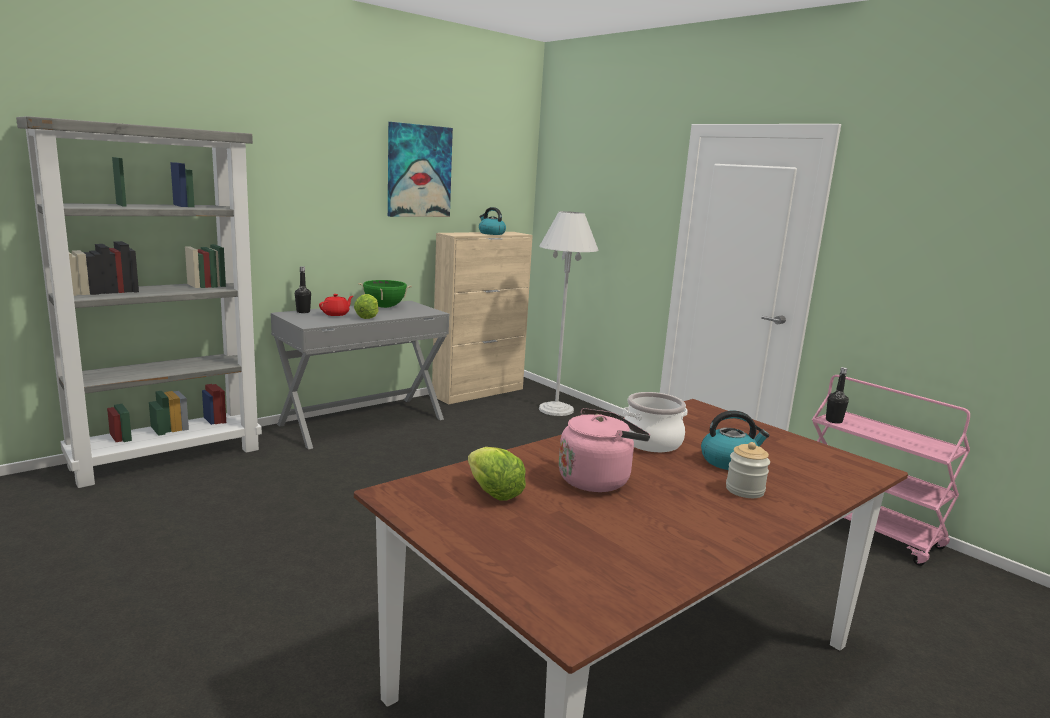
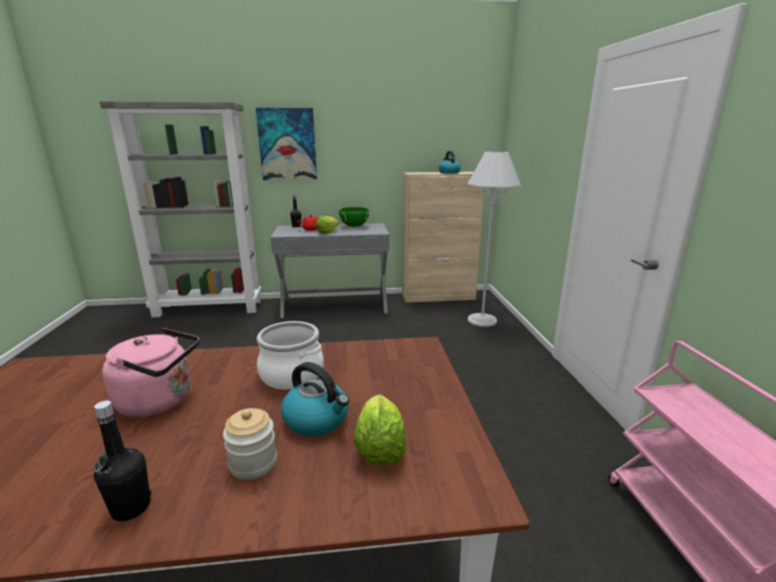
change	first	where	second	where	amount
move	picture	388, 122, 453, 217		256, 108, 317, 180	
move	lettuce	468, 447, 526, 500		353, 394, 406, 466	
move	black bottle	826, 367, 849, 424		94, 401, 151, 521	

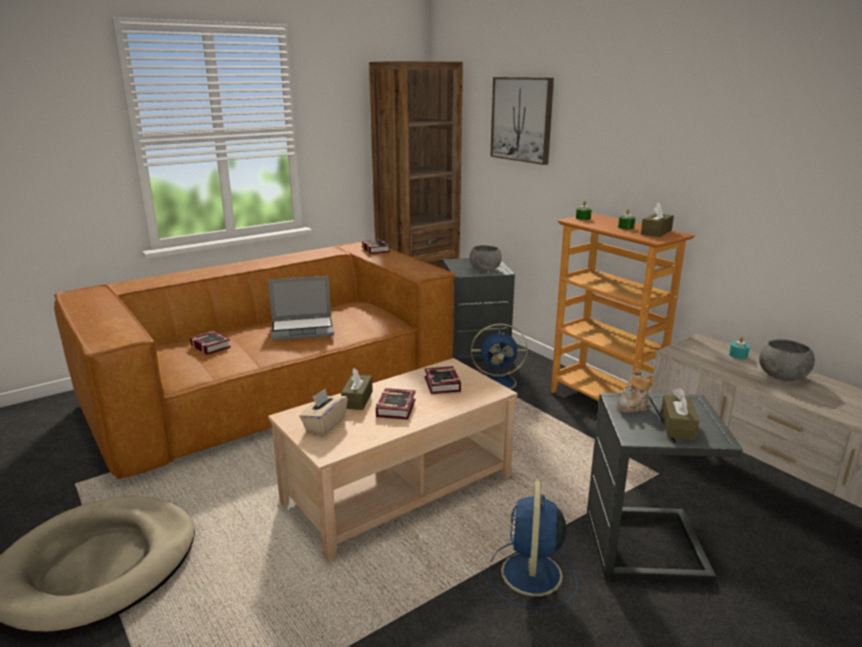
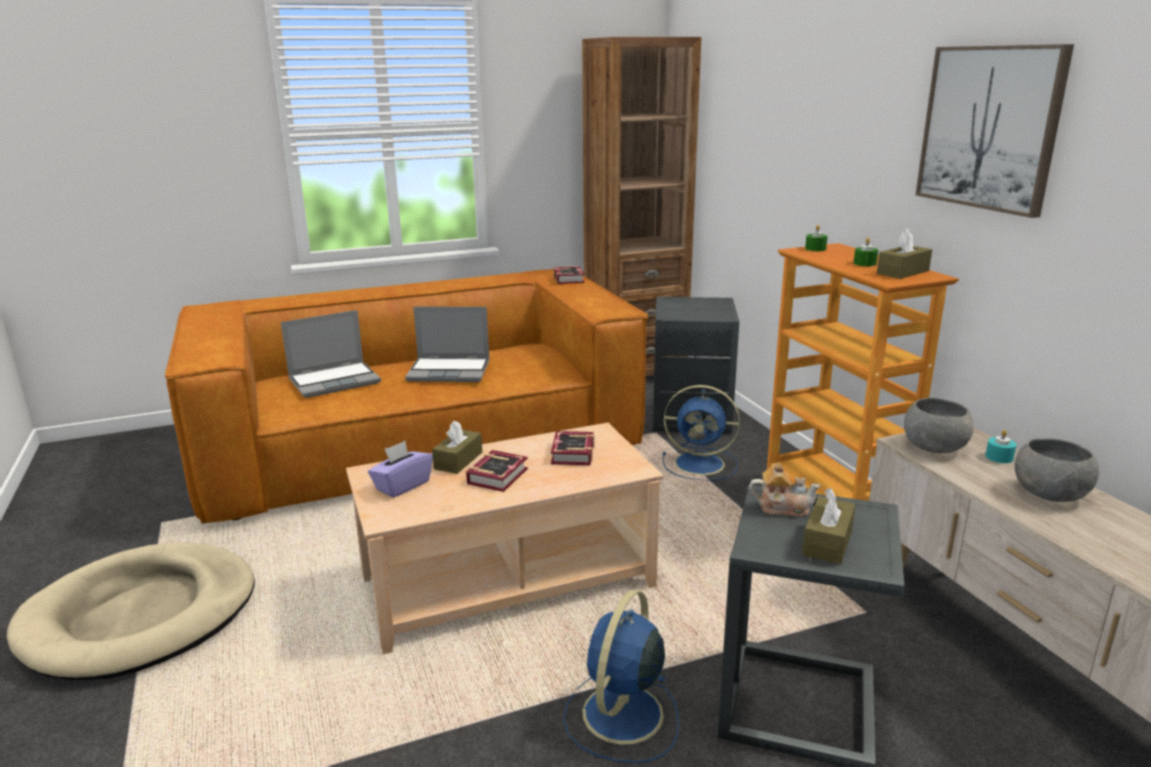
change	first	where	second	where	amount
move	grey bowl	470, 245, 502, 271		904, 398, 974, 453	
move	picture	490, 77, 554, 165		916, 44, 1074, 218	
replace	book	190, 331, 231, 355	laptop	281, 310, 381, 398	
recolor	beige tissue box	299, 389, 348, 435	purple tissue box	368, 441, 433, 498	
rotate	teapot	616, 369, 652, 413		749, 462, 821, 517	150 degrees counterclockwise

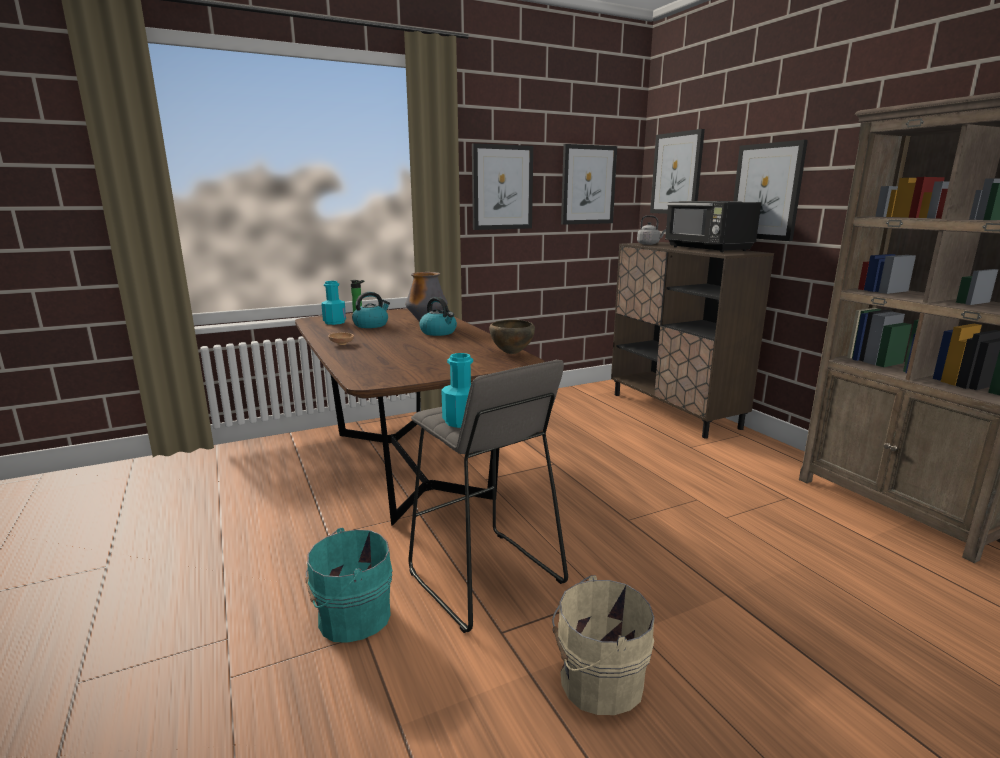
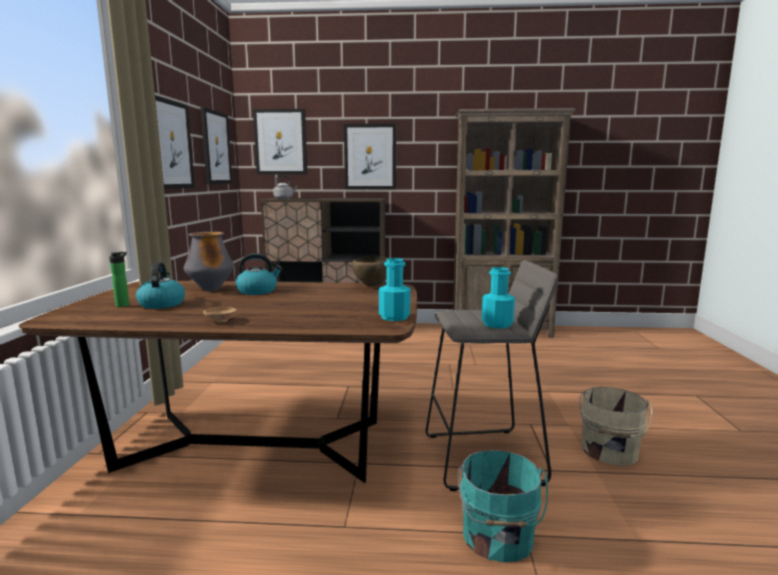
change	first	where	second	where	amount
delete	black microwave	665, 201, 761, 252			
move	turquoise bottle	321, 281, 346, 325		379, 258, 411, 321	

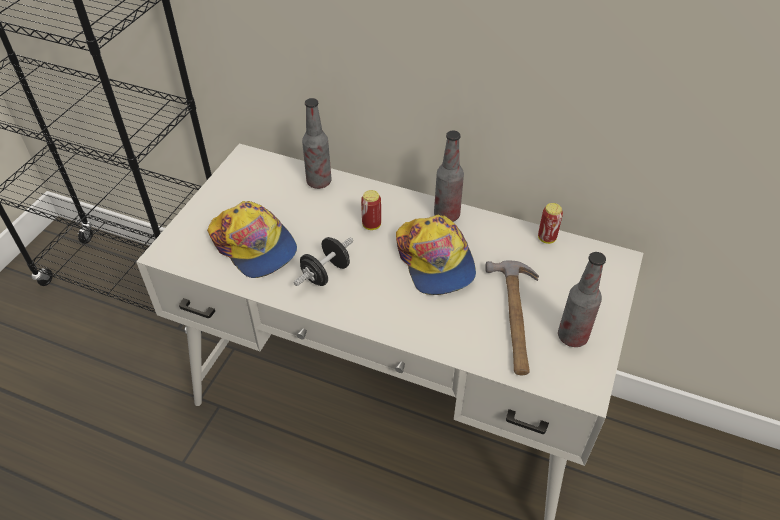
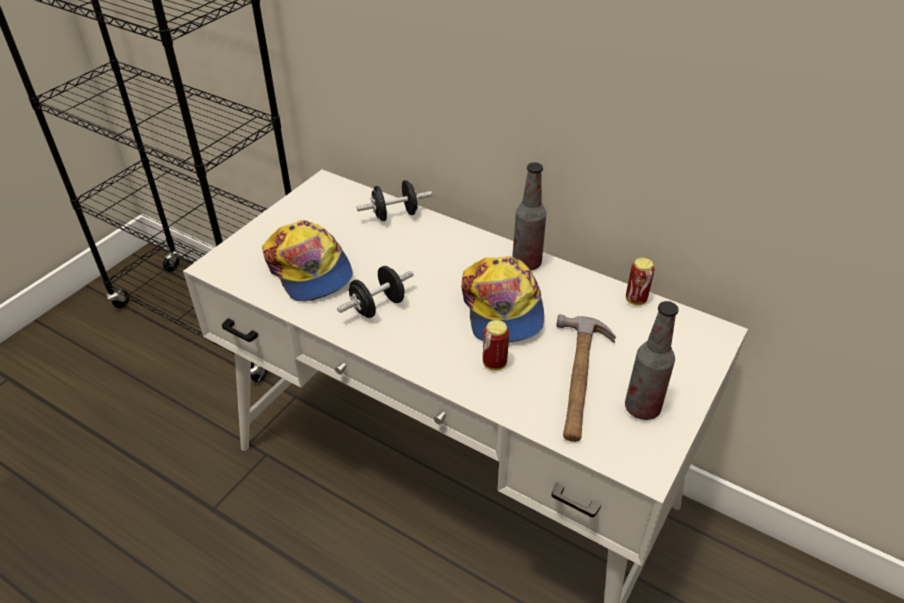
change	first	where	second	where	amount
move	can	361, 190, 381, 230		483, 320, 509, 370	
replace	bottle	302, 98, 332, 189	black dumbbell	357, 180, 432, 221	

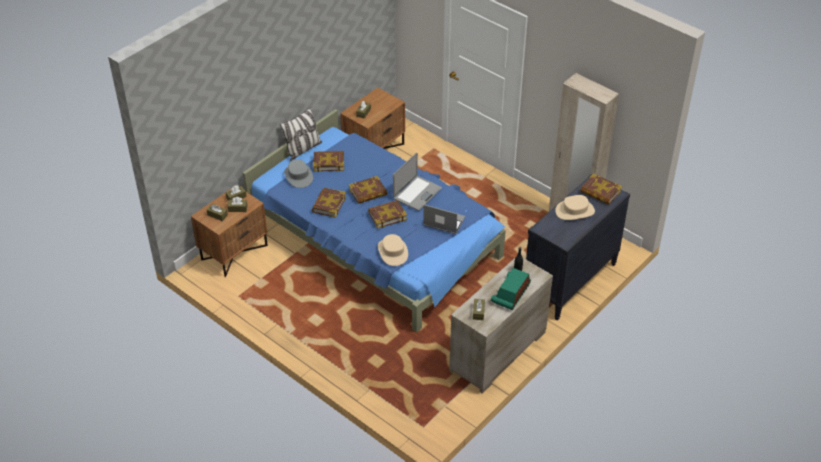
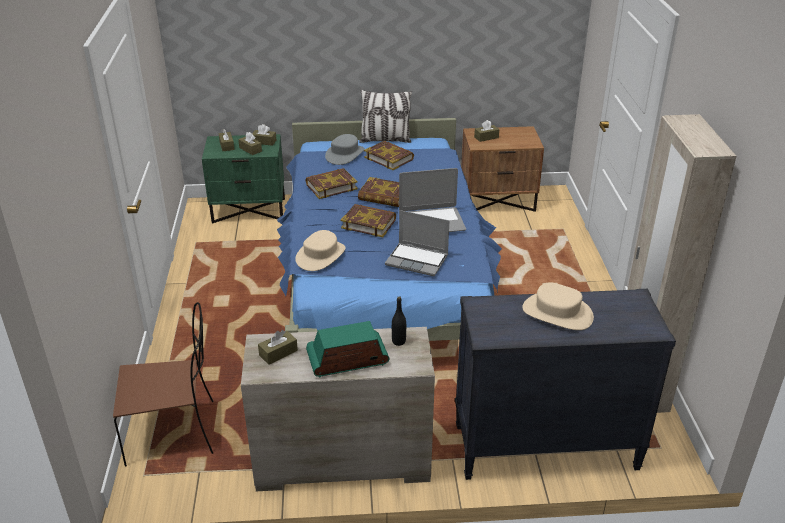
change	first	where	second	where	amount
delete	book	580, 174, 622, 205			
insert			brown chair	113, 302, 213, 467	
recolor	brown nightstand	191, 190, 268, 277	green nightstand	202, 134, 285, 224	
rotate	laptop	423, 205, 465, 234		385, 210, 449, 276	135 degrees clockwise

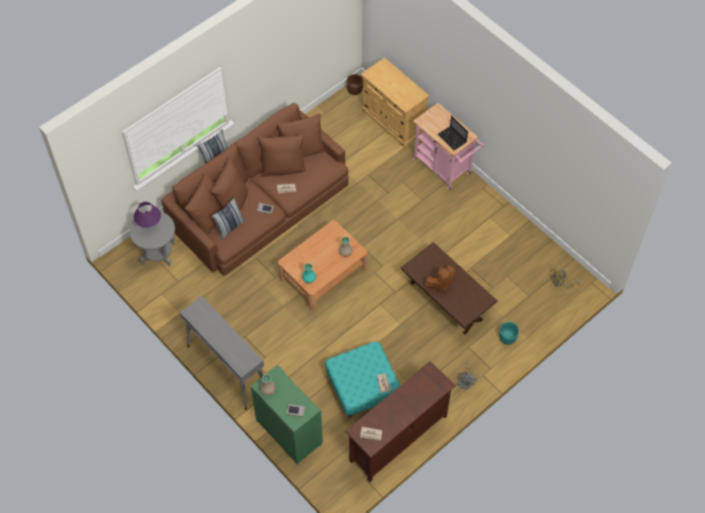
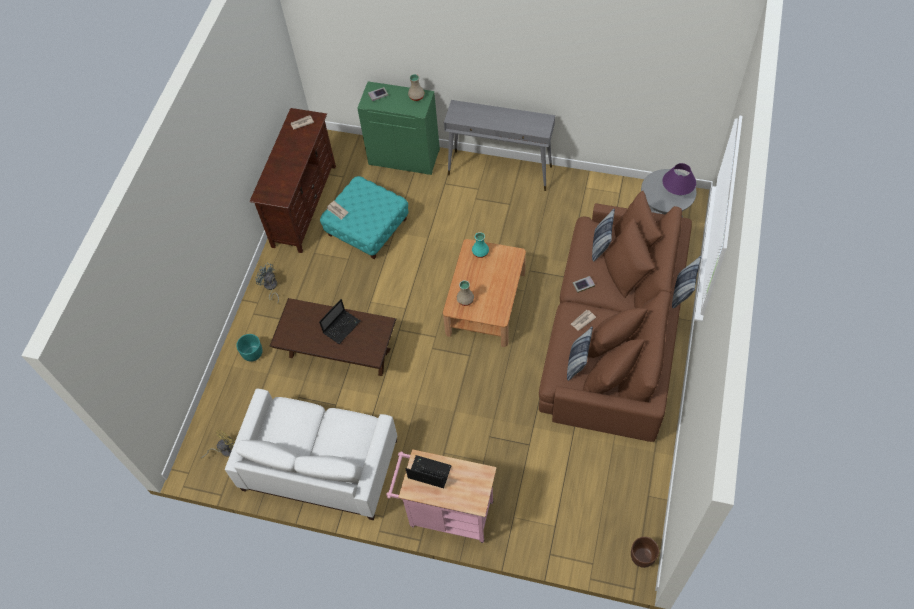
change	first	where	second	where	amount
delete	beige cabinet	361, 57, 429, 148			
insert			white sofa	225, 389, 397, 520	
insert			pillow	567, 326, 593, 381	
replace	brown plush toy	424, 266, 456, 291	laptop	319, 299, 361, 344	

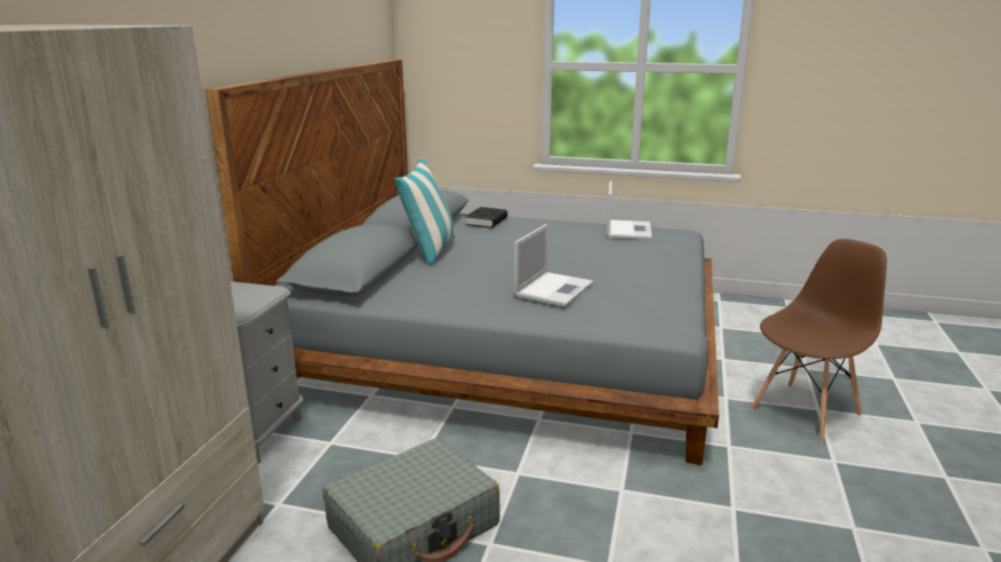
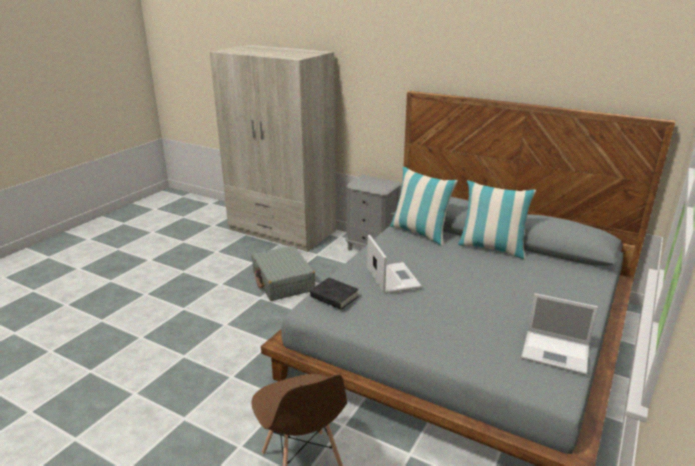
change	first	where	second	where	amount
insert			pillow	390, 167, 458, 246	
move	black book	465, 207, 507, 228		310, 278, 359, 309	
rotate	laptop	514, 224, 593, 307		367, 235, 422, 294	150 degrees counterclockwise

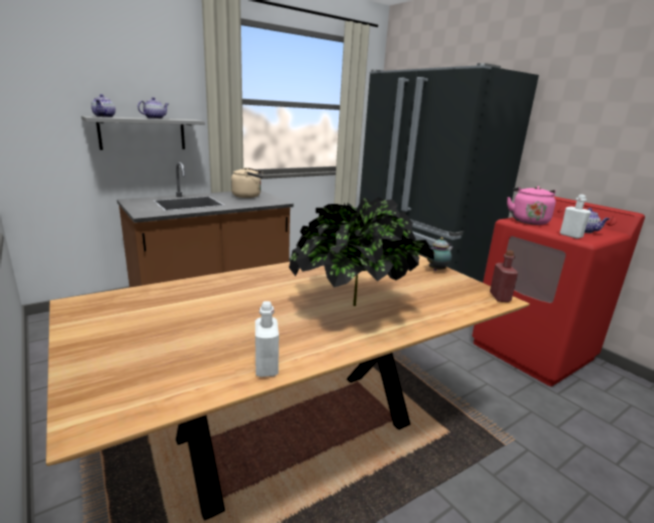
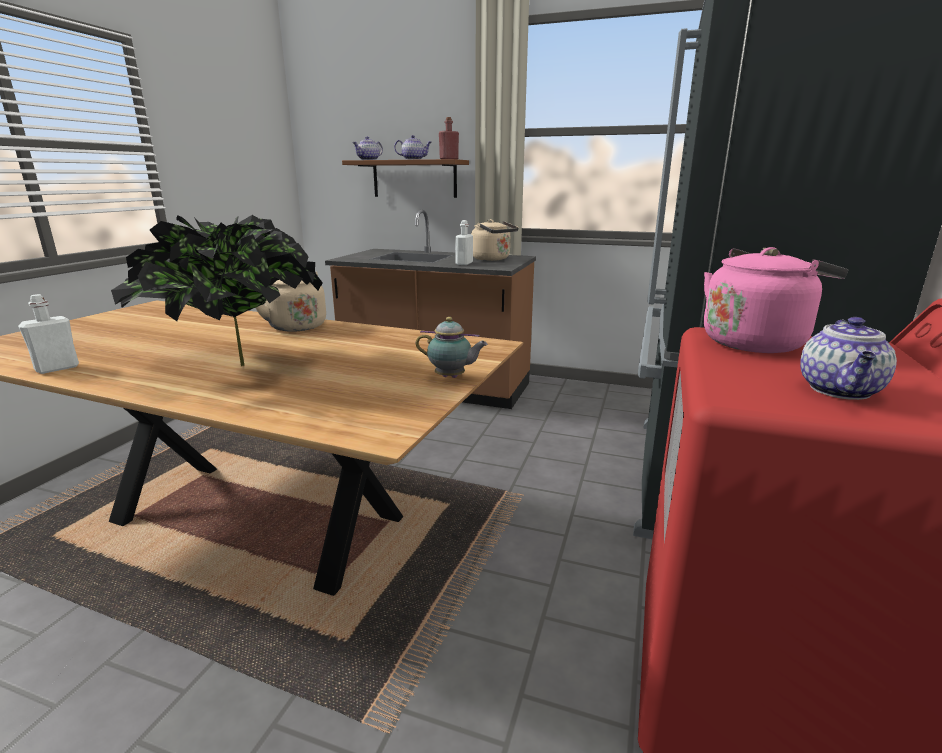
change	first	where	second	where	amount
insert			beige kettle	256, 271, 326, 332	
move	red bottle	490, 250, 518, 302		439, 117, 459, 159	
move	white bottle	560, 194, 591, 239		455, 220, 473, 265	
recolor	grey shelf	81, 116, 205, 150	brown shelf	342, 159, 469, 198	

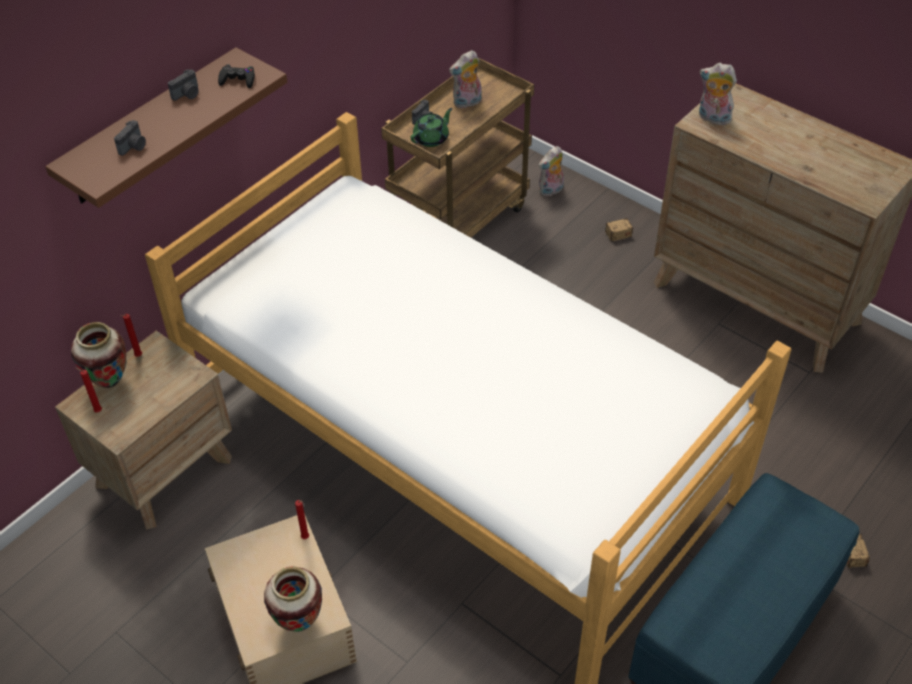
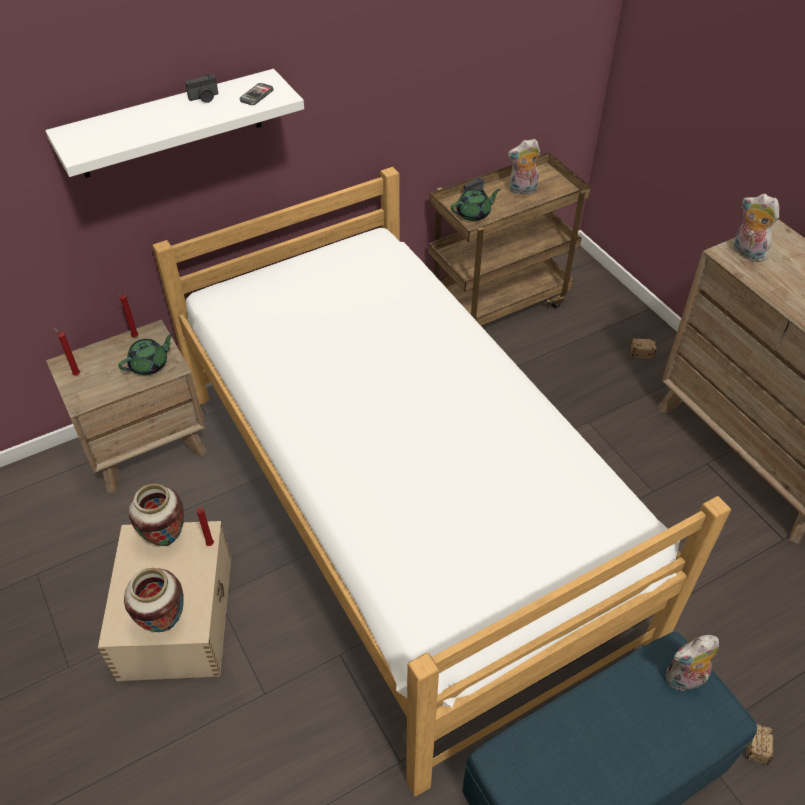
change	first	where	second	where	amount
delete	photo camera	114, 120, 146, 156			
insert			green teapot	118, 333, 173, 375	
move	vase	71, 322, 126, 388		129, 483, 184, 546	
move	plush toy	539, 146, 564, 197		666, 635, 719, 691	
replace	black game controller	218, 64, 255, 88	phone	240, 83, 274, 105	
recolor	brown shelf	45, 47, 287, 208	white shelf	45, 69, 304, 178	

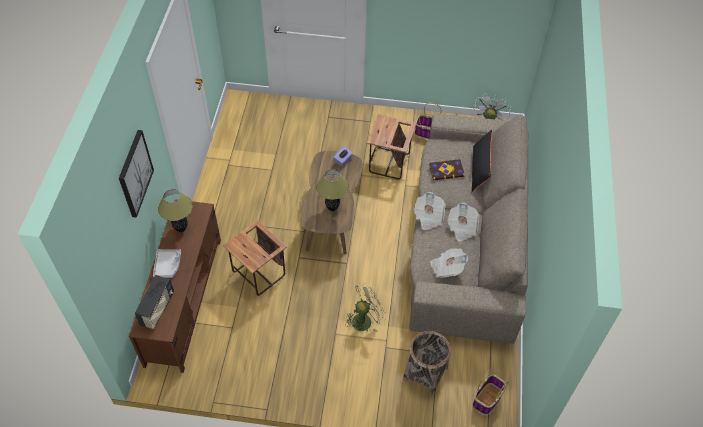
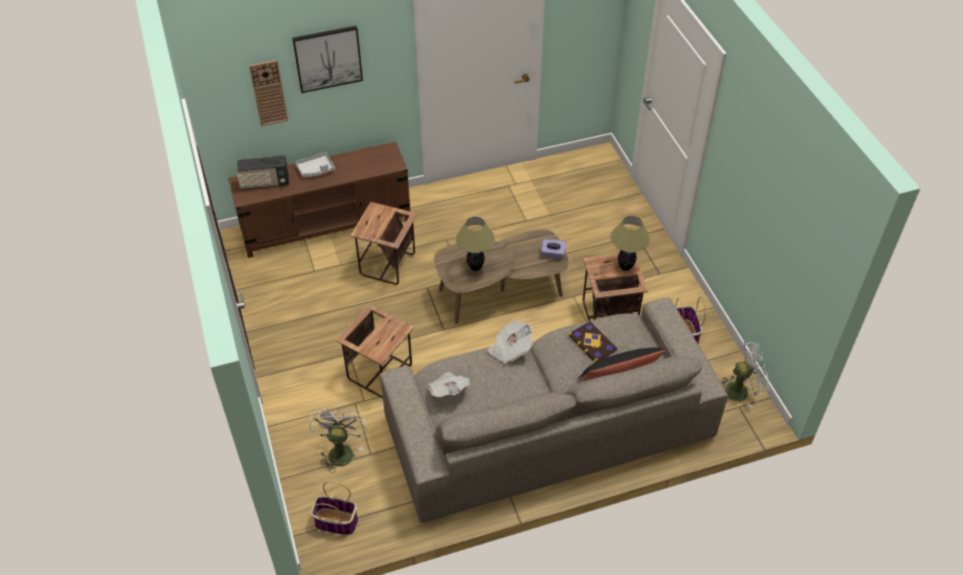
change	first	where	second	where	amount
delete	newspaper	447, 202, 480, 242			
insert			wall clock	249, 60, 288, 126	
move	table lamp	158, 189, 192, 232		610, 216, 650, 271	
replace	green fan	345, 282, 387, 333	side table	336, 304, 414, 398	
replace	basket	403, 331, 451, 395	white fan	309, 406, 366, 473	

